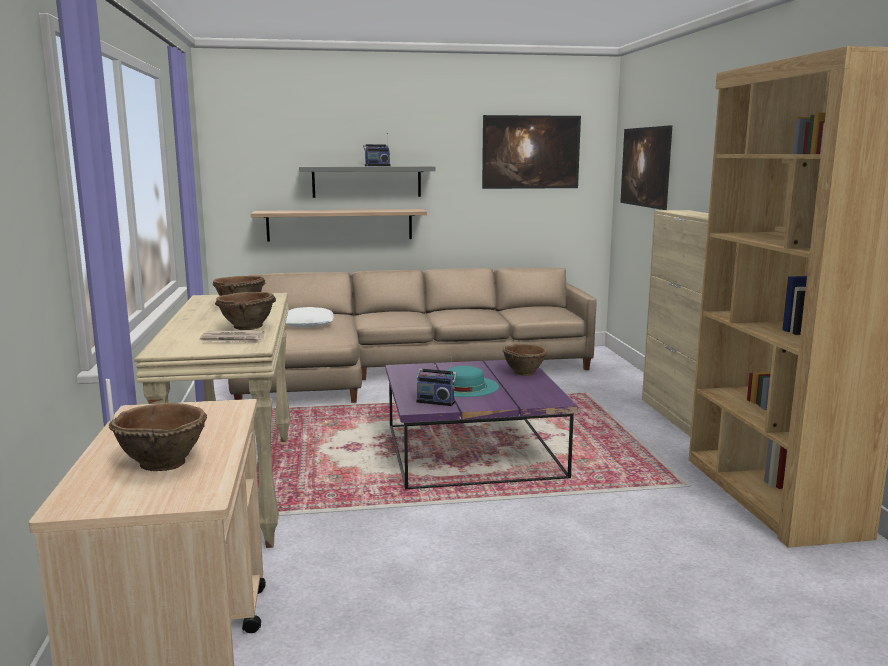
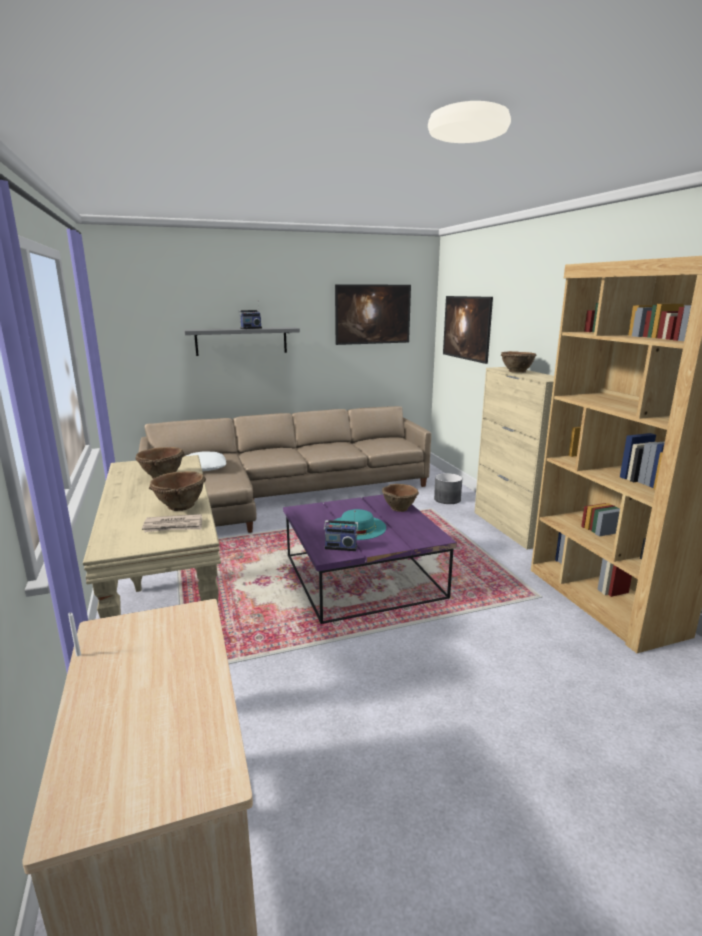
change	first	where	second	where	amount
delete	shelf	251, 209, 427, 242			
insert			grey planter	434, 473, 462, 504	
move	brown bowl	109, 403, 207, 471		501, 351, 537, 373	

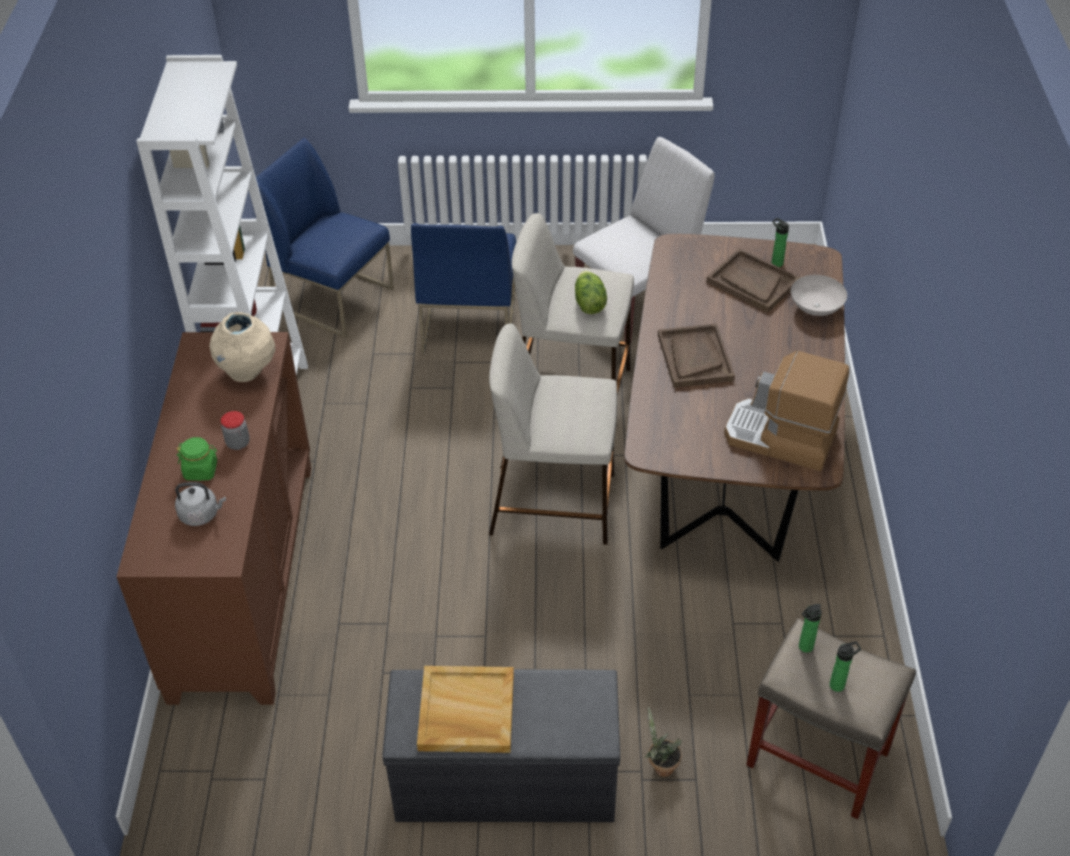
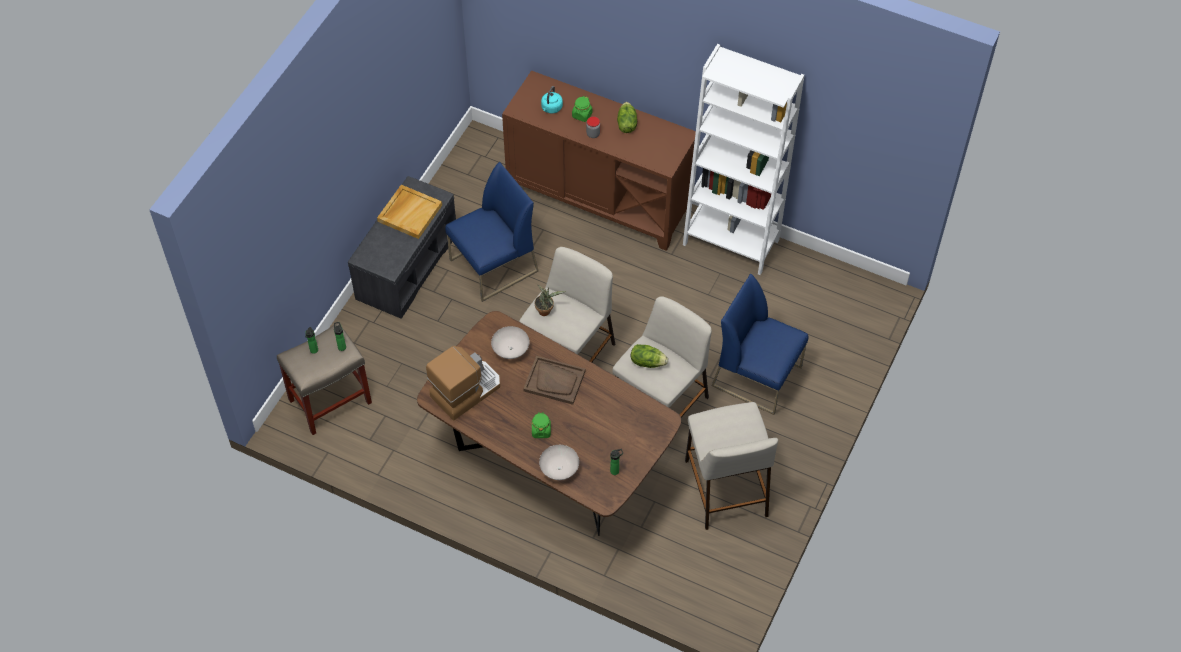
change	first	where	second	where	amount
delete	beige vase	210, 312, 275, 382			
delete	brown tray	706, 248, 800, 313			
insert			white bowl	491, 326, 530, 359	
insert			green jar	532, 413, 551, 438	
insert			lettuce	617, 102, 637, 133	
move	blue chair	256, 138, 394, 338		445, 162, 539, 302	
move	potted plant	644, 706, 682, 777		535, 284, 566, 316	
replace	white chair	573, 137, 715, 344	beige stool	685, 402, 778, 530	
recolor	grey kettle	175, 482, 226, 526	turquoise kettle	541, 86, 563, 114	

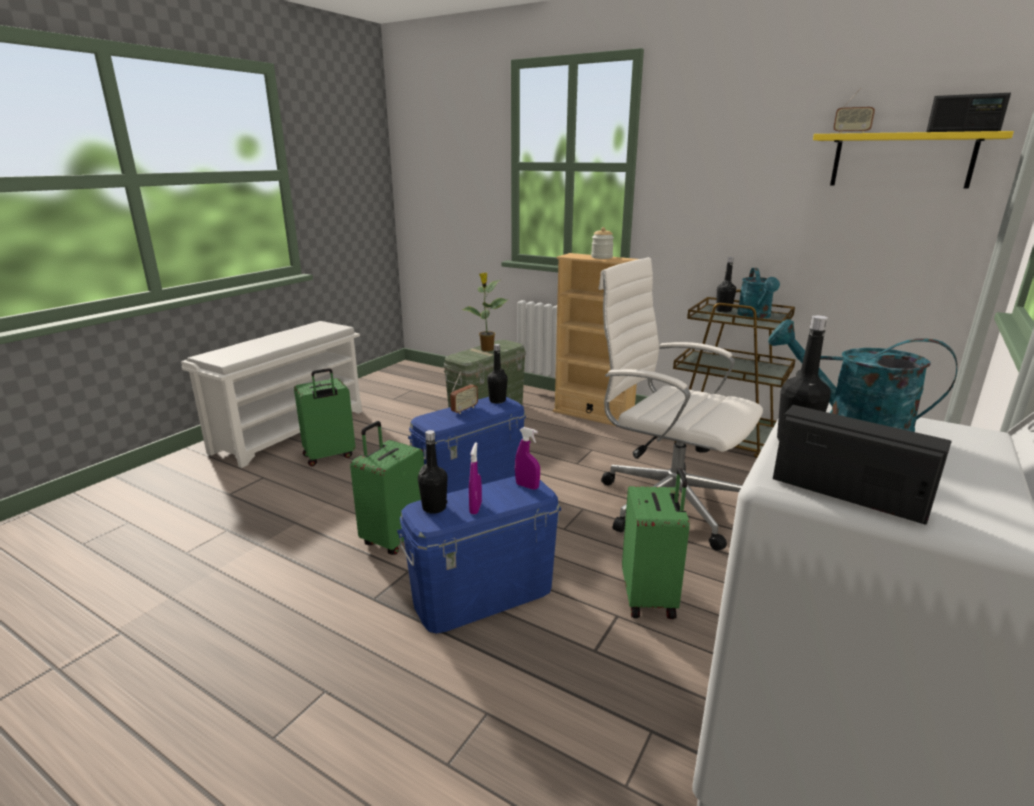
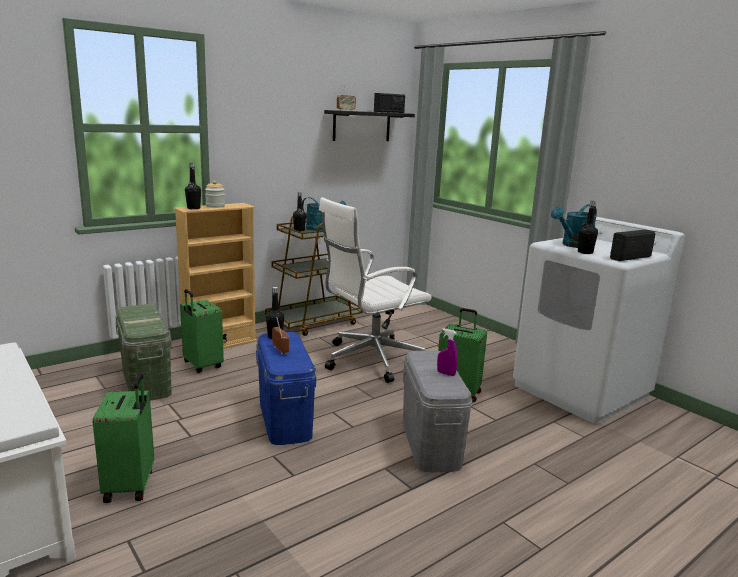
change	first	where	second	where	amount
delete	potted plant	462, 273, 508, 351			
delete	purple spray bottle	515, 427, 540, 489			
move	green suitcase	350, 421, 424, 555		180, 289, 224, 373	
move	black bottle	418, 430, 447, 514		185, 163, 201, 209	
recolor	blue storage box	397, 476, 561, 634	grey storage box	403, 351, 473, 473	
recolor	yellow shelf	813, 131, 1014, 189	black shelf	324, 110, 415, 141	

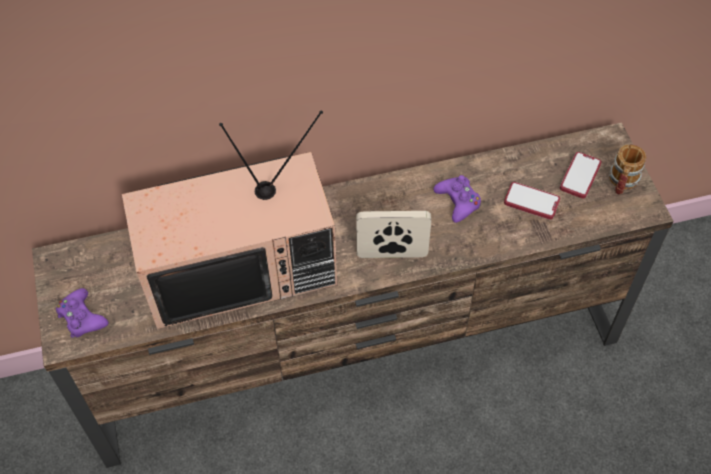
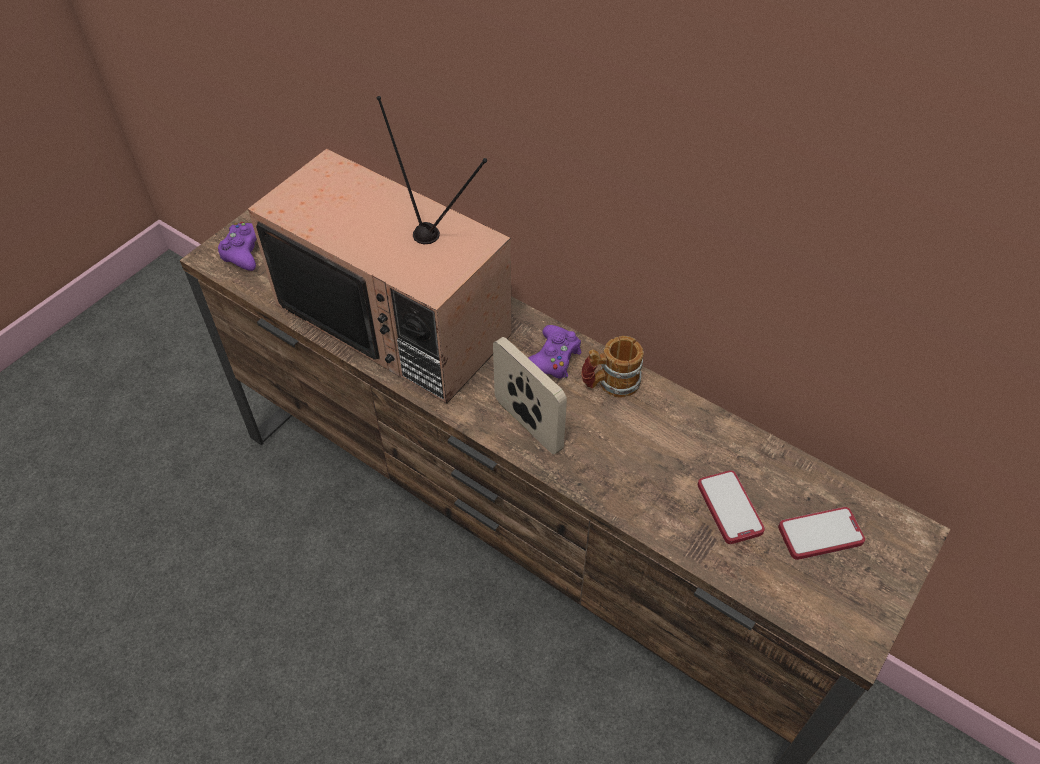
change	first	where	second	where	amount
move	purple game controller	433, 175, 481, 223		528, 325, 581, 379	
move	mug	609, 144, 646, 195		581, 336, 644, 398	

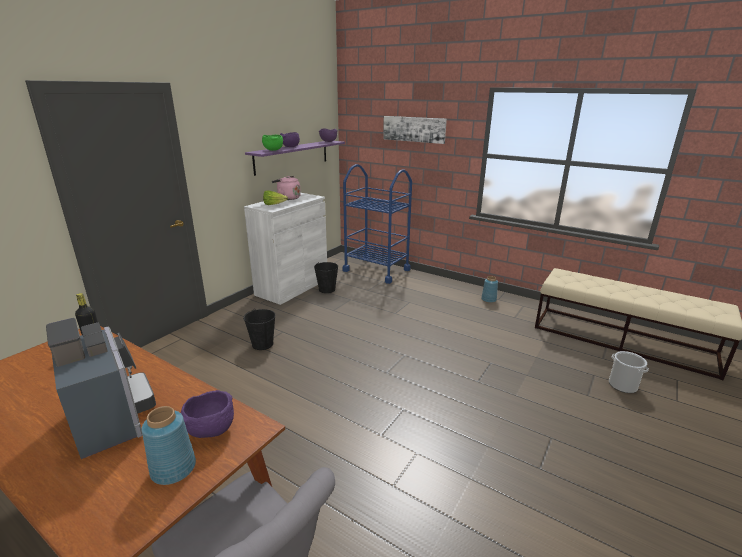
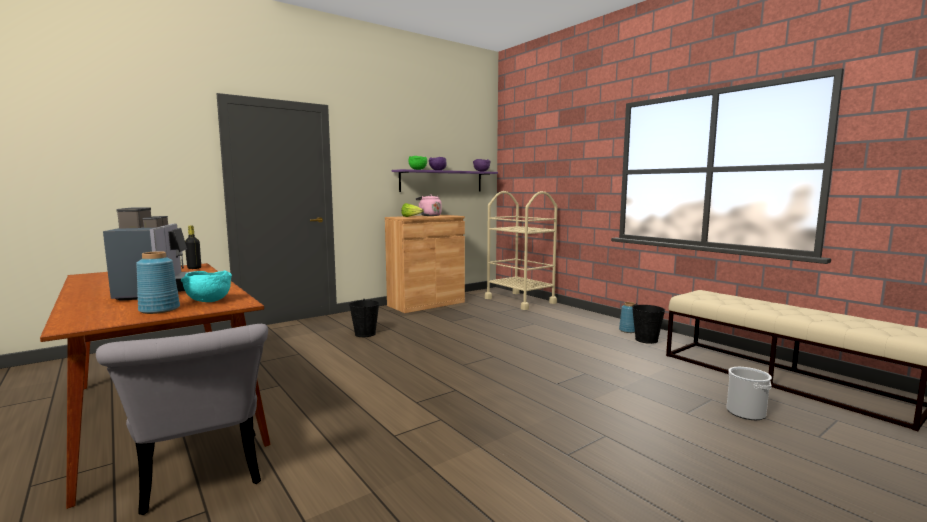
change	first	where	second	where	amount
delete	picture	383, 116, 447, 144			
move	black bucket	314, 262, 338, 293		632, 303, 665, 344	
recolor	purple bowl	181, 390, 234, 438	turquoise bowl	181, 270, 232, 302	
recolor	white cabinet	244, 193, 327, 305	brown cabinet	385, 215, 465, 313	
recolor	blue cart	343, 164, 412, 284	beige cart	485, 191, 557, 310	

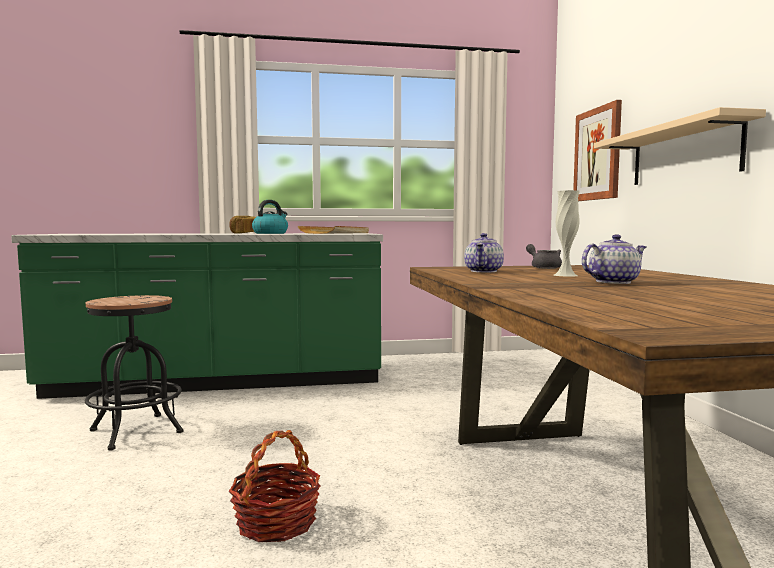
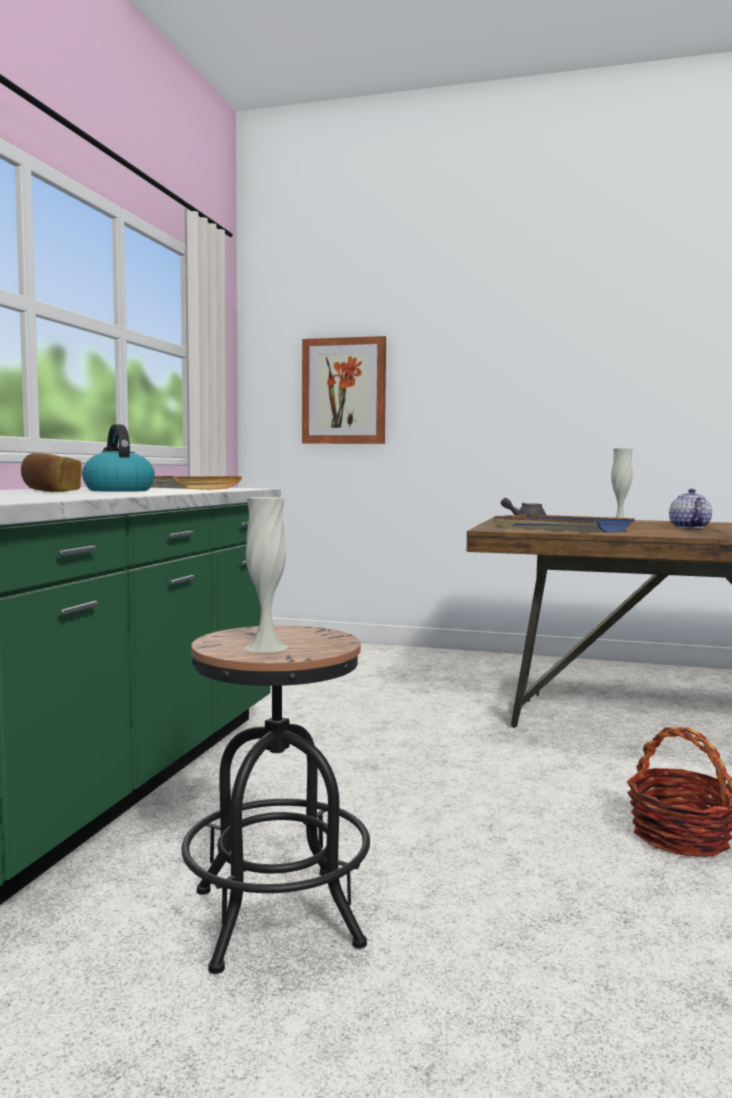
change	first	where	second	where	amount
delete	beige shelf	594, 107, 766, 185			
insert			white vase	245, 497, 288, 653	
replace	teapot	464, 233, 504, 272	blue tray	494, 514, 635, 533	

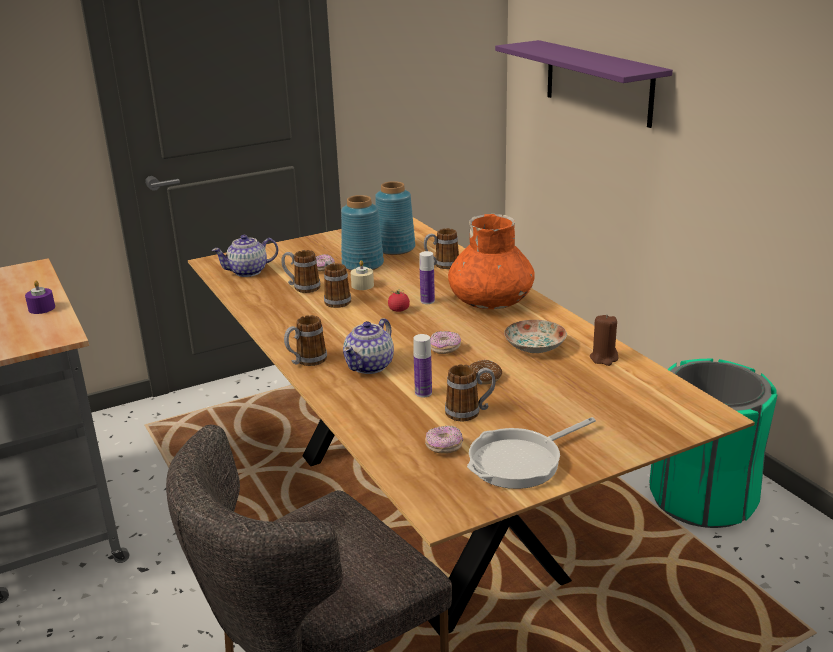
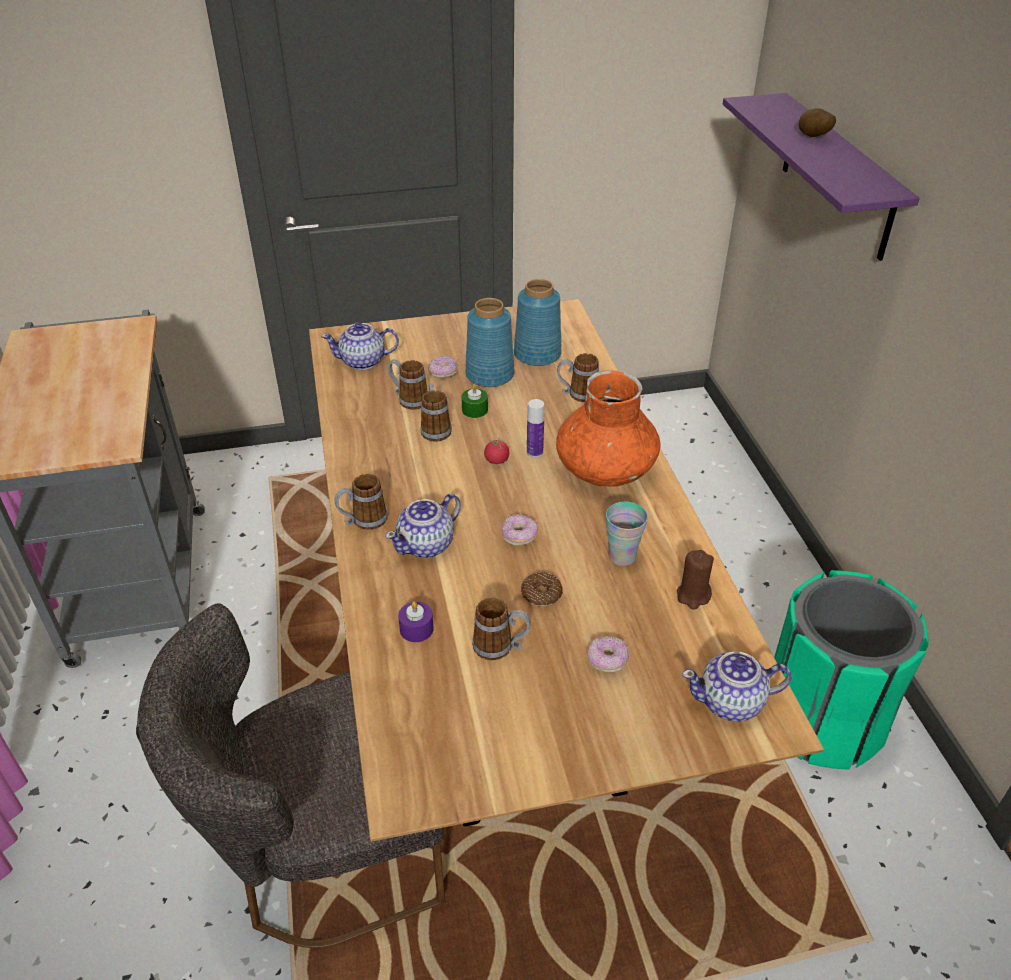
change	first	where	second	where	amount
delete	bottle	413, 334, 432, 397			
delete	frying pan	467, 417, 596, 489			
insert			teapot	682, 651, 792, 721	
insert			potato	799, 108, 836, 137	
move	purple candle	25, 280, 55, 314		398, 601, 433, 642	
move	donut	425, 426, 463, 454		587, 636, 629, 673	
replace	plate	504, 320, 567, 353	cup	606, 502, 648, 566	
recolor	beige candle	351, 260, 374, 290	green candle	461, 384, 488, 418	

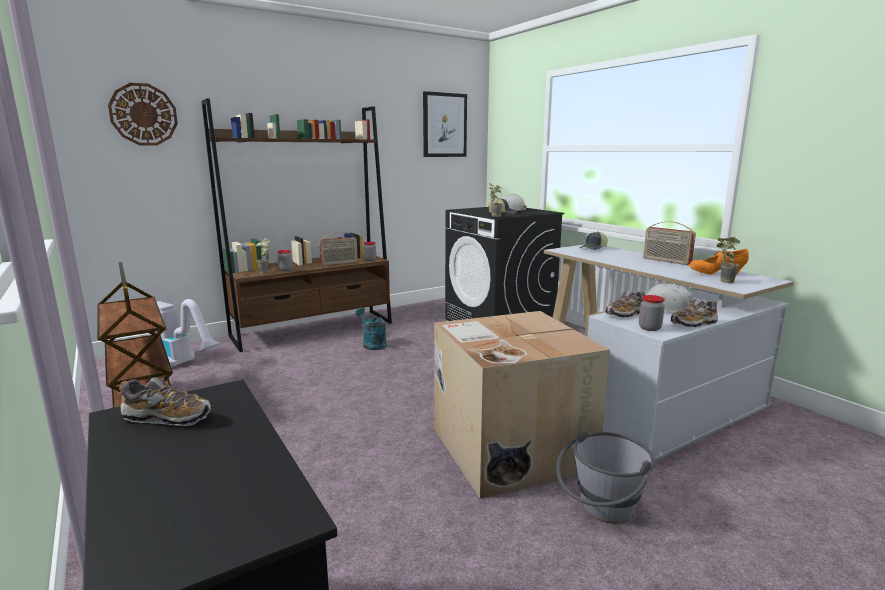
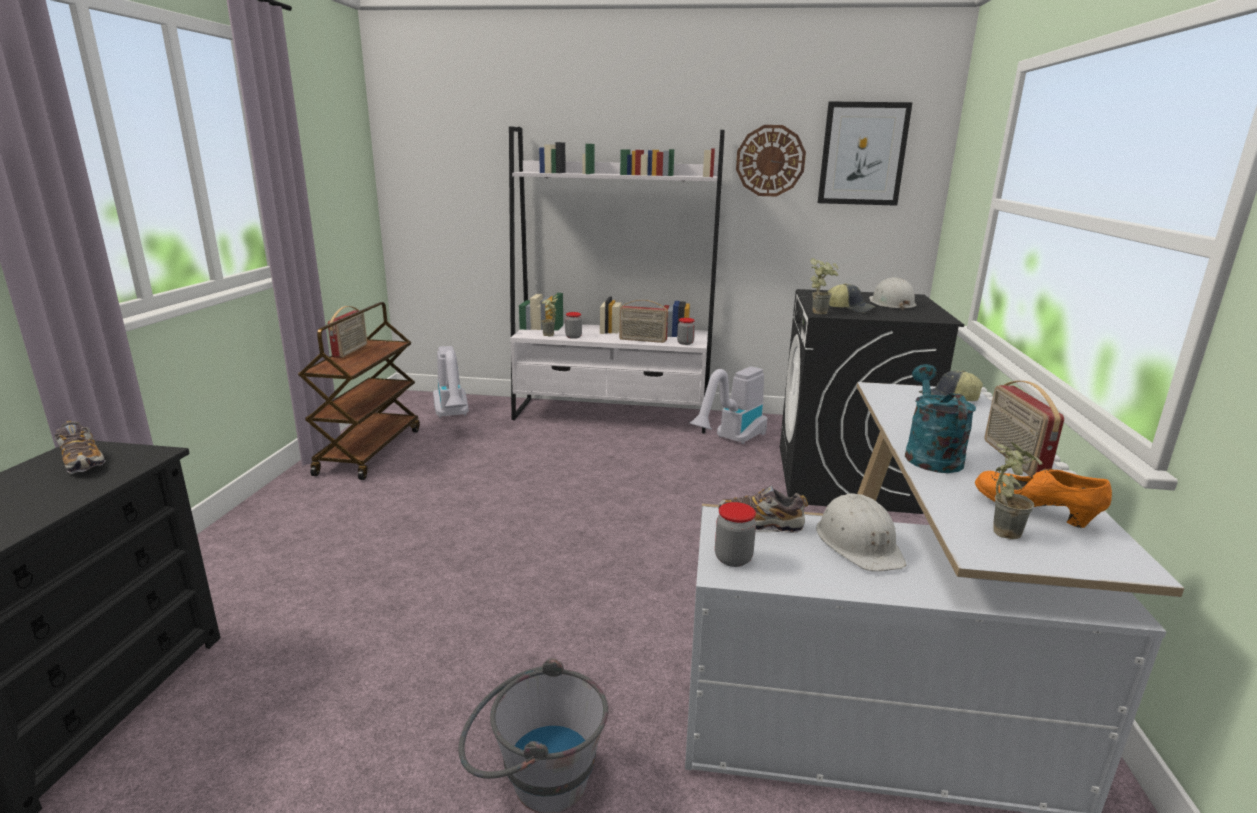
change	first	where	second	where	amount
delete	cardboard box	434, 311, 610, 499			
delete	shoe	670, 299, 718, 328			
insert			radio	328, 306, 367, 358	
insert			vacuum cleaner	689, 367, 767, 444	
move	wall clock	108, 83, 178, 146		736, 125, 806, 197	
move	turquoise watering can	356, 307, 387, 350		905, 364, 976, 473	
recolor	brown bookcase	201, 98, 392, 352	white bookcase	509, 126, 725, 433	

